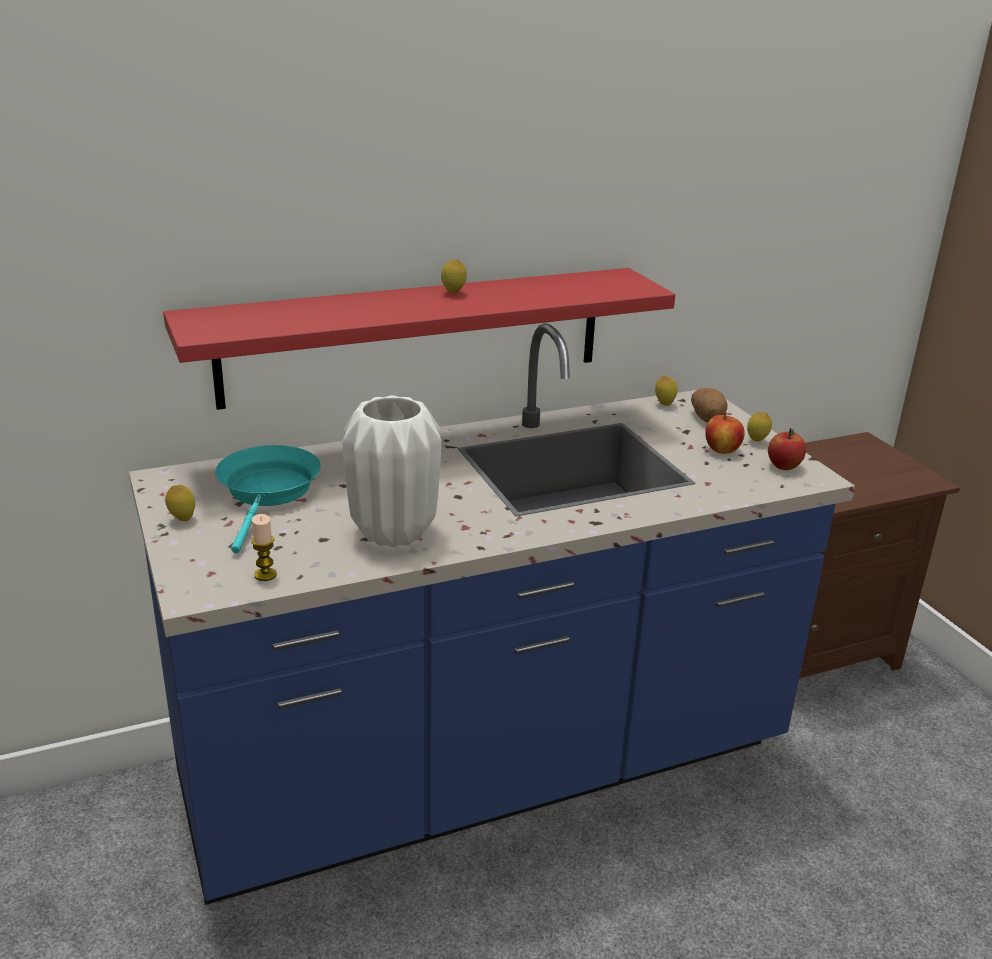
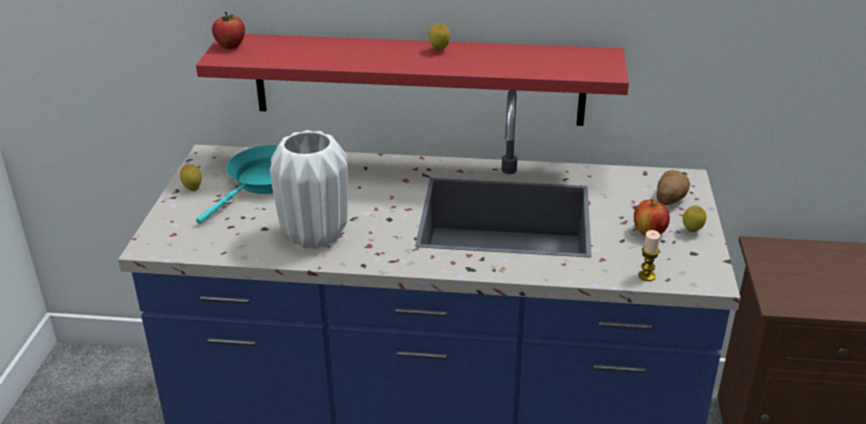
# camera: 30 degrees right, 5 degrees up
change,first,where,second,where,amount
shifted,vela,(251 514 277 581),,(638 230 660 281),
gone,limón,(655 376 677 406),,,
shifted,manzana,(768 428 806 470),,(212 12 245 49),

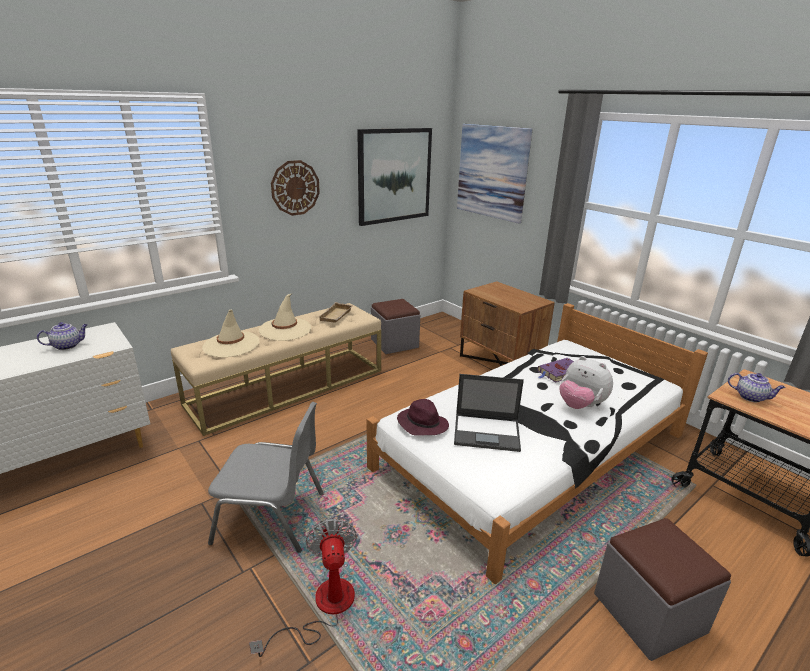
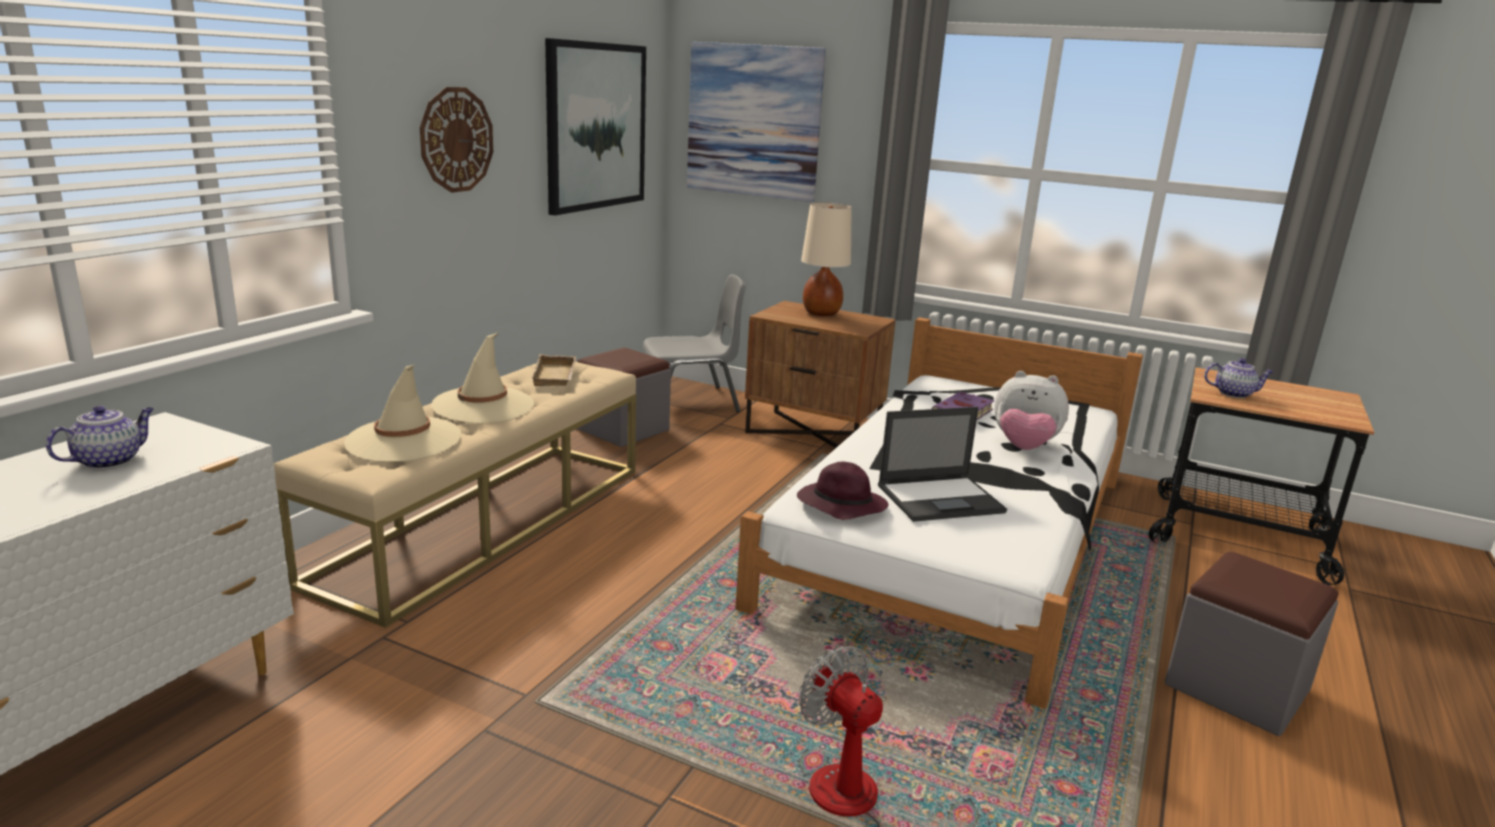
# camera: 25 degrees left, 5 degrees down
change,first,where,second,where,amount
shifted,silla [gris],(208 402 324 553),,(643 274 746 412),
new,,,lámpara de mesa [beis],(801 202 852 316),

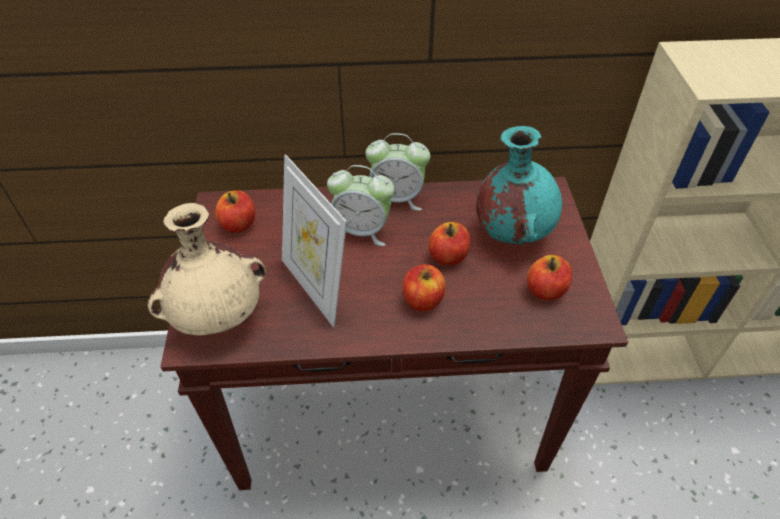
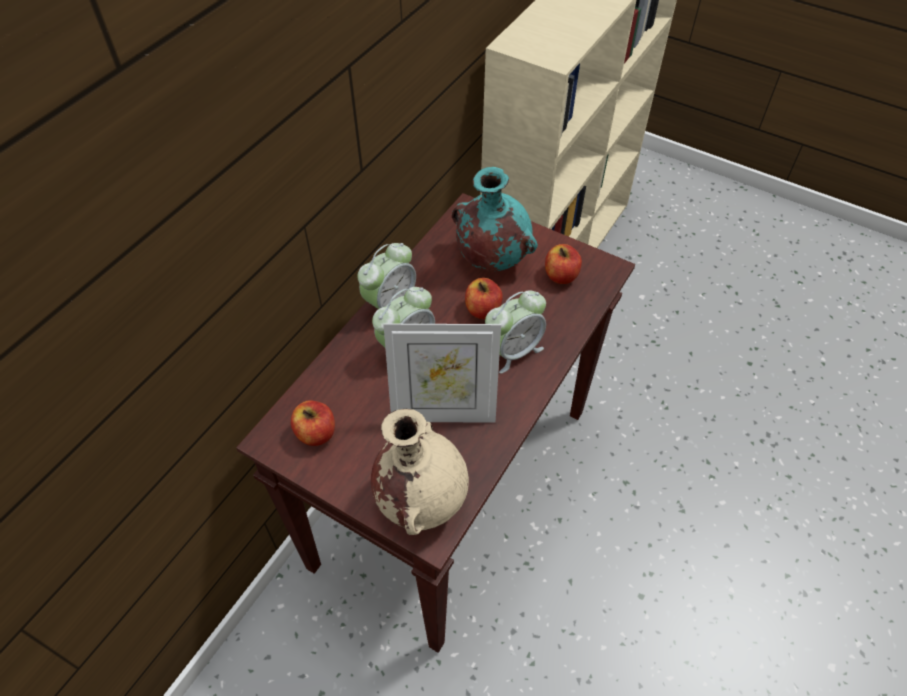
# camera: 55 degrees left, 5 degrees up
change,first,where,second,where,amount
swapped,manzana,(403 264 446 311),despertador,(485 290 546 373),

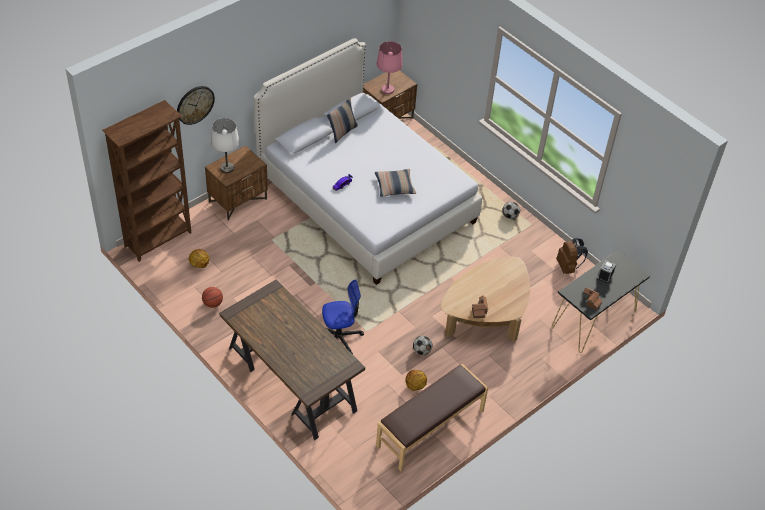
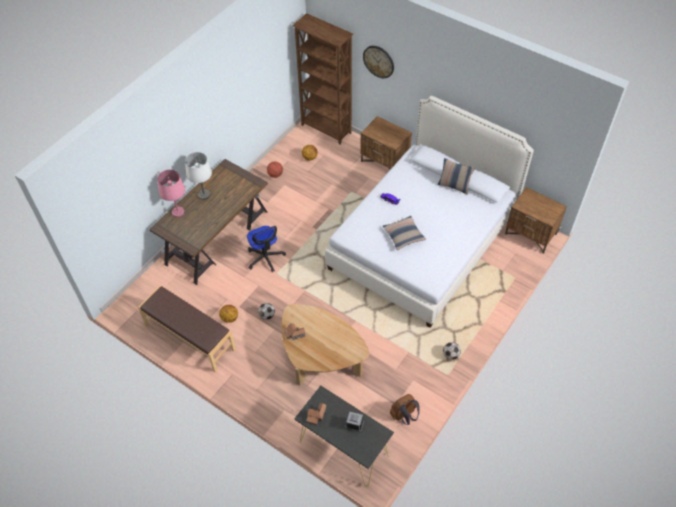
# camera: 80 degrees right, 5 degrees up
change,first,where,second,where,amount
shifted,lámpara de mesa [blanco],(211 118 239 173),,(185 152 212 200),
shifted,lámpara de mesa [rosa],(377 41 403 94),,(157 170 185 217),

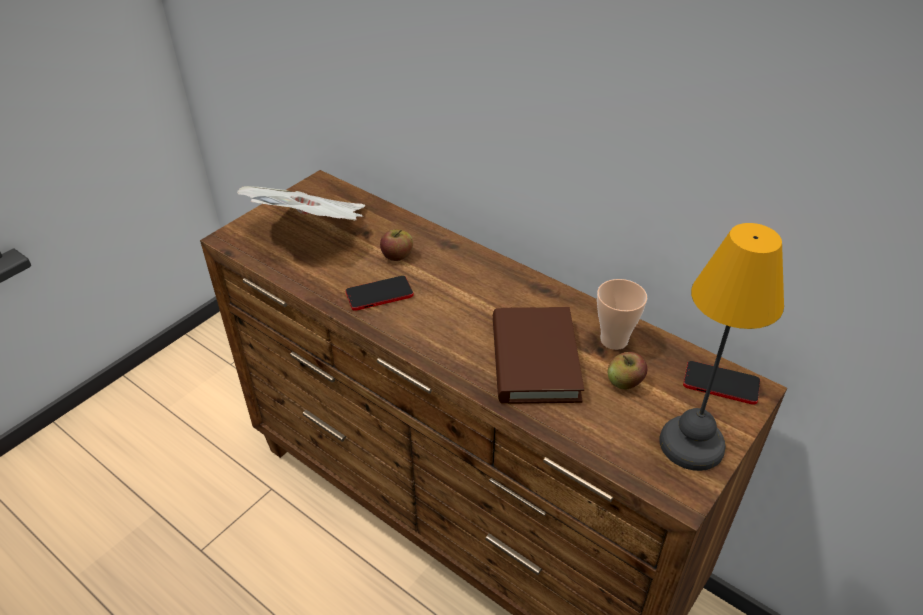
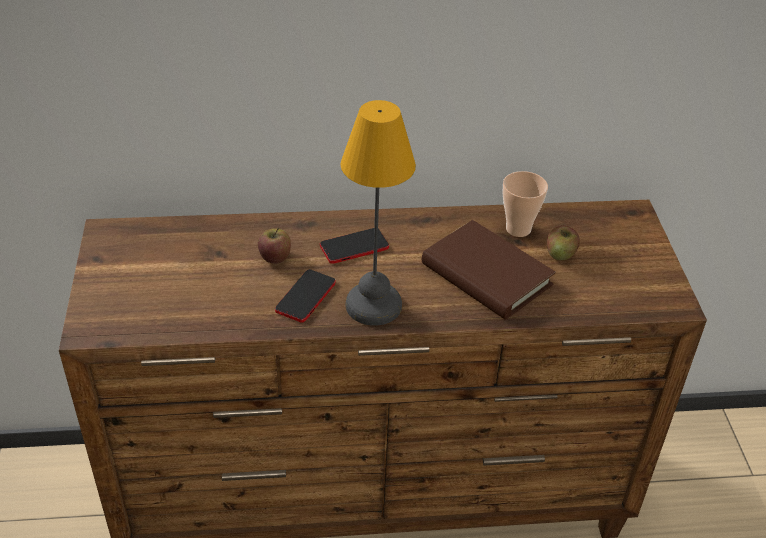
# camera: 45 degrees left, 0 degrees up
change,first,where,second,where,amount
gone,periódico,(237 186 366 220),,,
shifted,lámpara de mesa,(659 223 784 471),,(340 100 416 326),
shifted,móvil,(683 361 760 405),,(320 228 389 264),

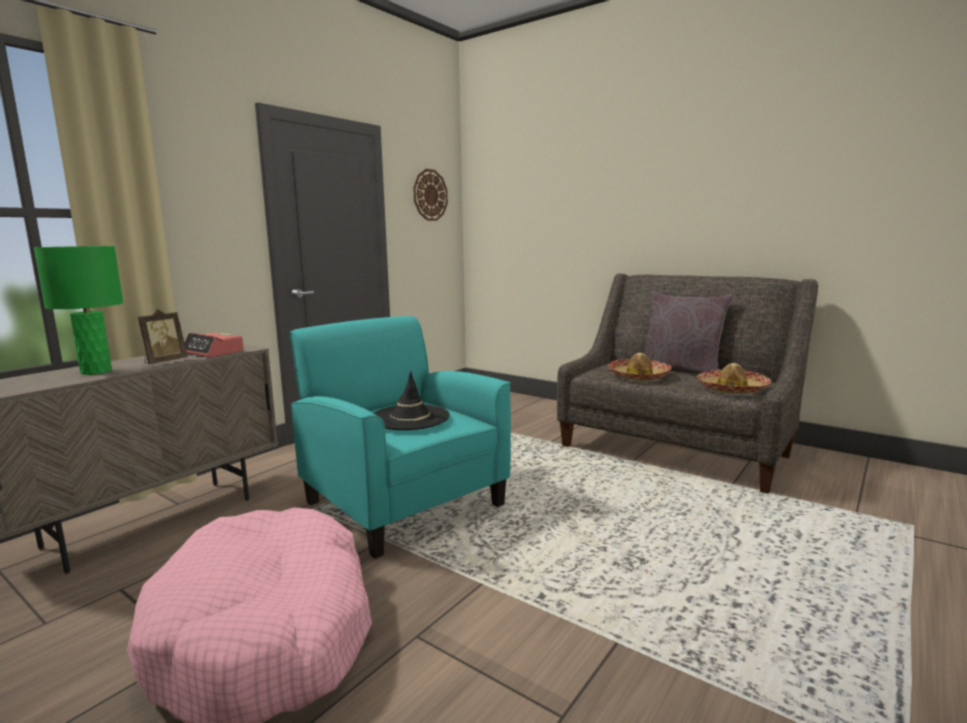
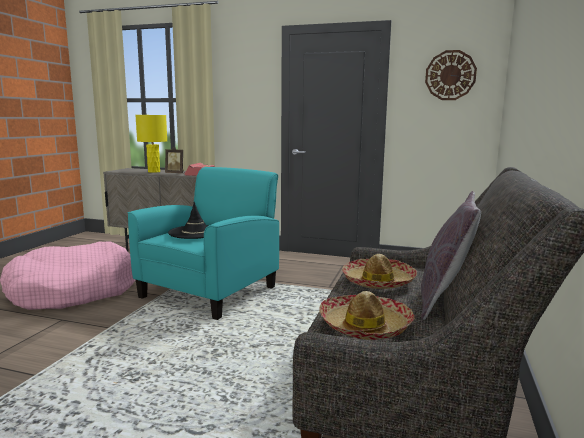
# camera: 70 degrees right, 0 degrees up
change,first,where,second,where,amount
repainted,lámpara de mesa [verde],(34 246 124 375),lámpara de mesa [amarillo],(135 115 167 173),

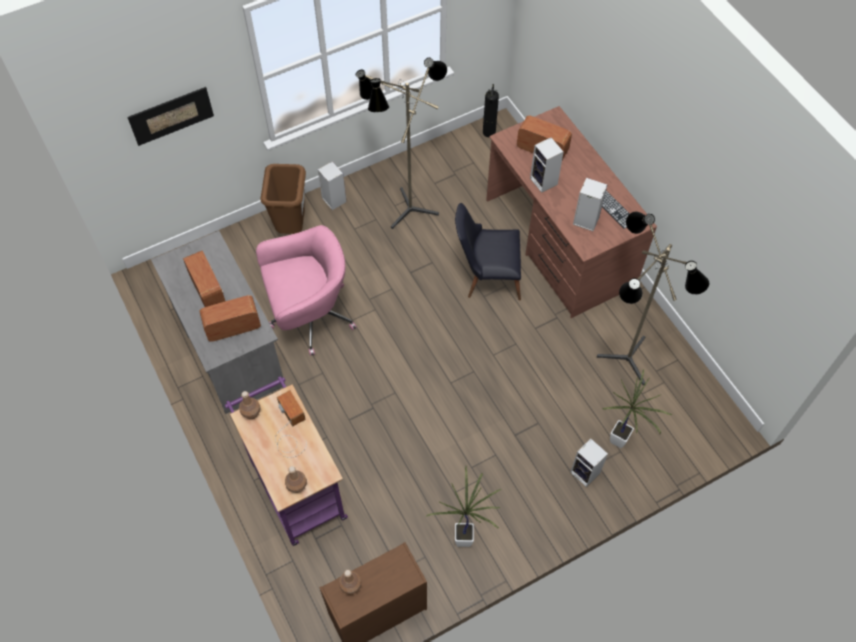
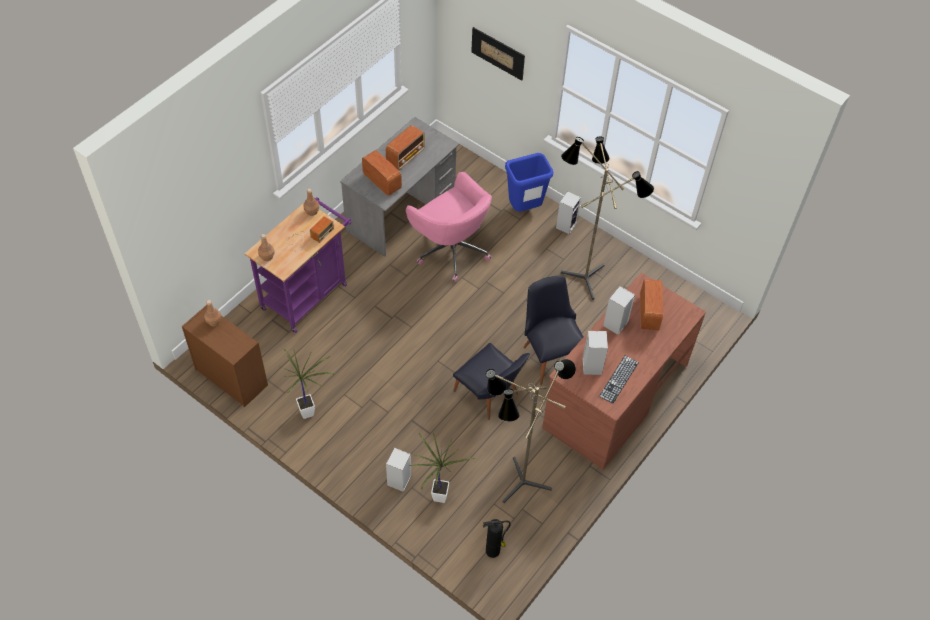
# camera: 65 degrees right, 5 degrees down
change,first,where,second,where,amount
repainted,papelera [marrón],(261 164 306 234),papelera [azul],(505 153 553 212),
shifted,extintor,(483 84 499 138),,(483 519 511 558),
new,,,silla [negro],(453 343 530 420),

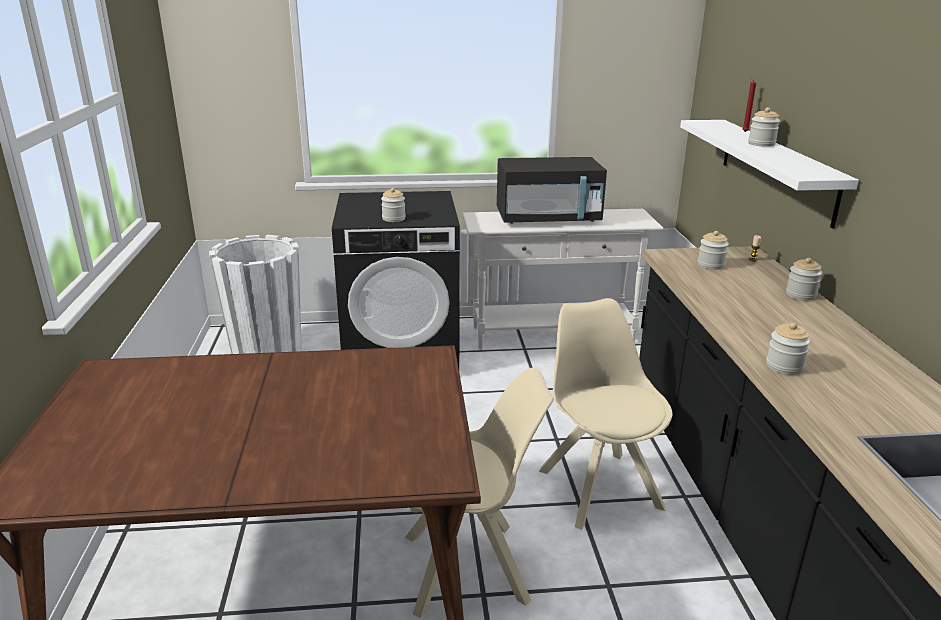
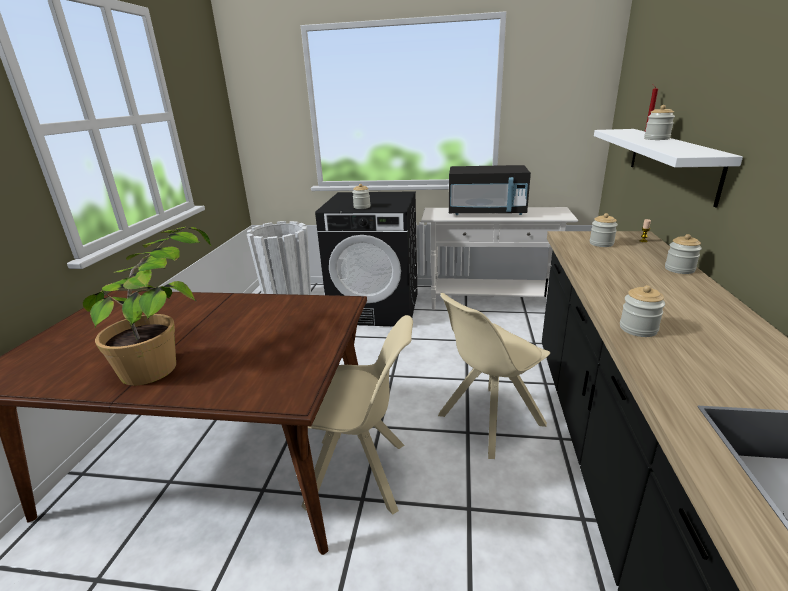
# camera: 15 degrees right, 0 degrees up
change,first,where,second,where,amount
rotated,silla [beis],(539 298 672 530),,(438 293 550 459),120 degrees counterclockwise
new,,,planta en maceta,(83 227 211 386),

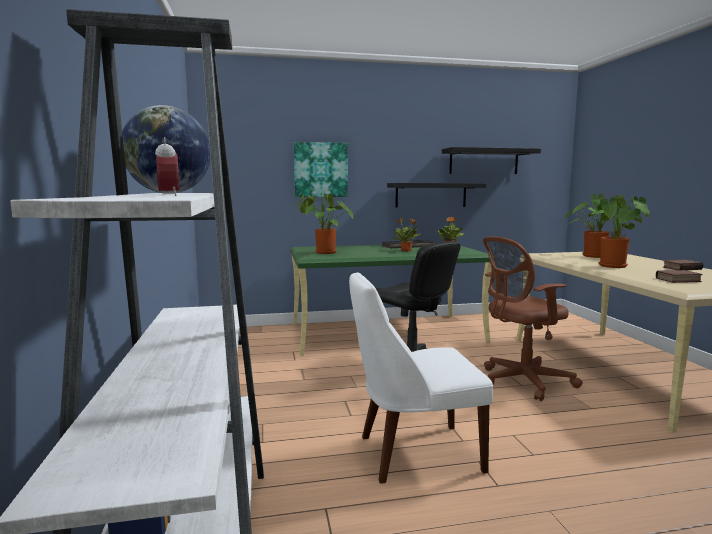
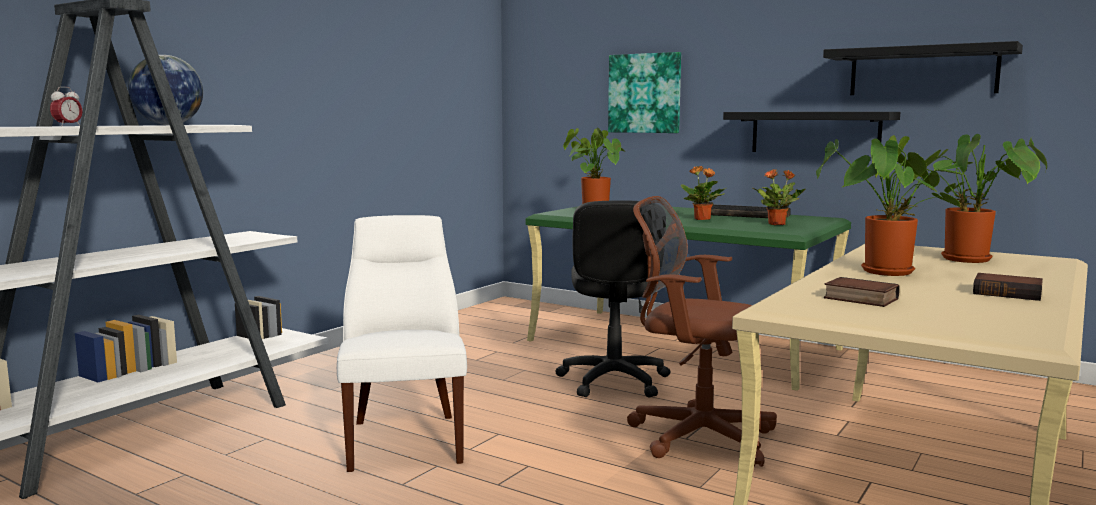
# camera: 45 degrees right, 0 degrees up
change,first,where,second,where,amount
rotated,silla [blanco],(349 272 493 483),,(337 215 467 472),45 degrees clockwise

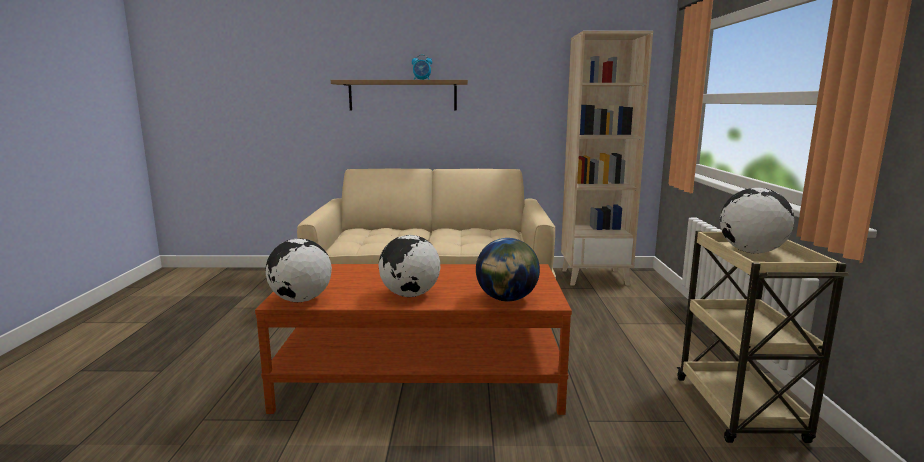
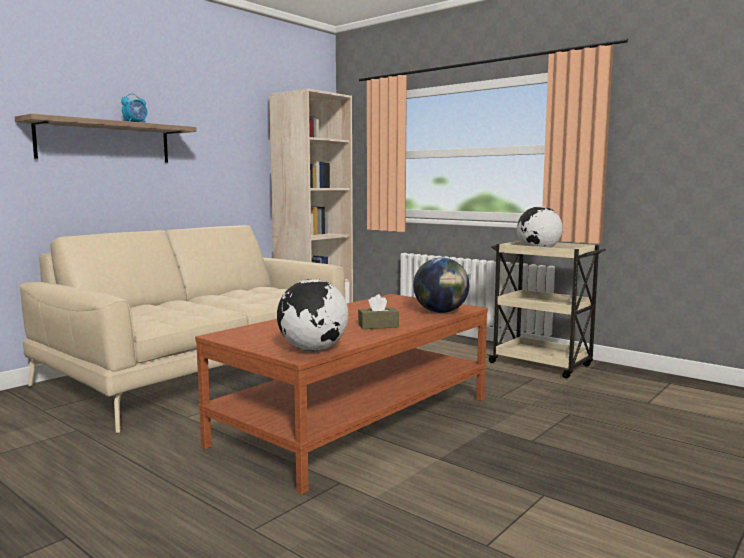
# camera: 50 degrees left, 5 degrees down
change,first,where,second,where,amount
swapped,globo terráqueo,(378 235 440 297),caja de pañuelos [marrón],(358 294 399 329),

